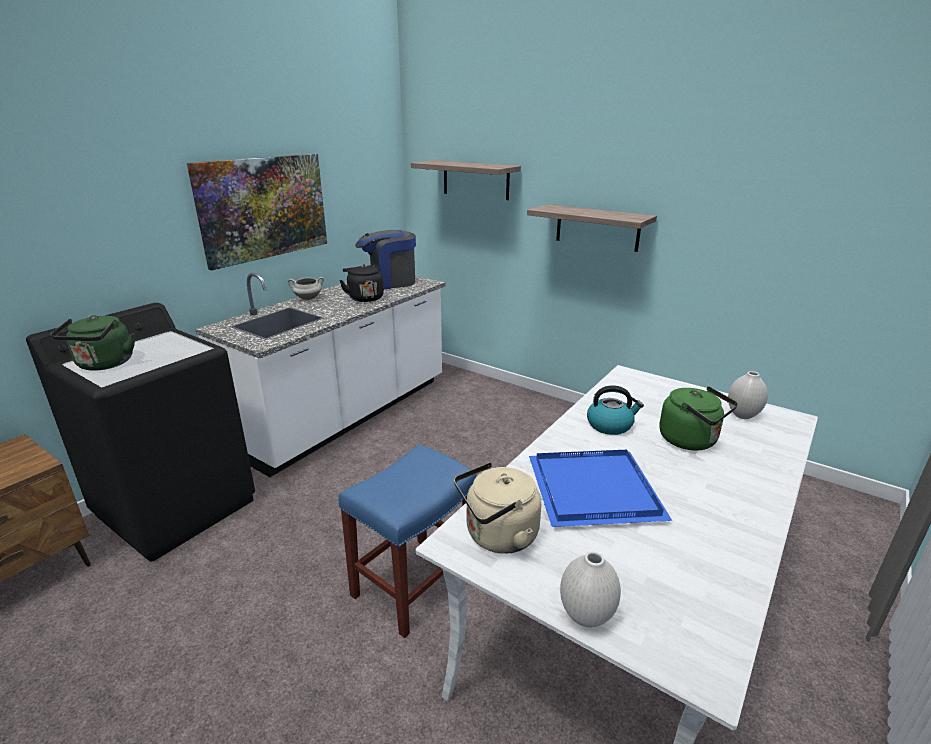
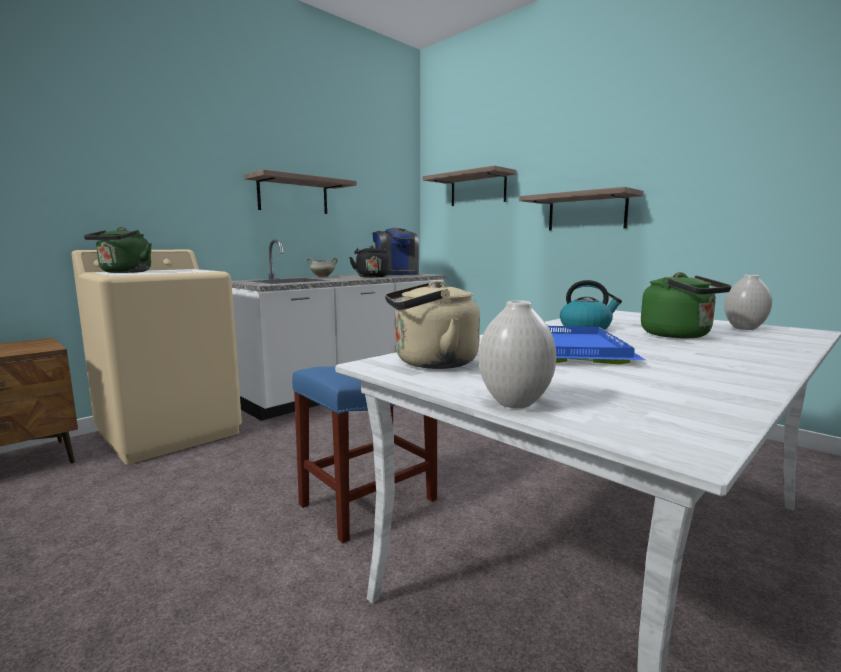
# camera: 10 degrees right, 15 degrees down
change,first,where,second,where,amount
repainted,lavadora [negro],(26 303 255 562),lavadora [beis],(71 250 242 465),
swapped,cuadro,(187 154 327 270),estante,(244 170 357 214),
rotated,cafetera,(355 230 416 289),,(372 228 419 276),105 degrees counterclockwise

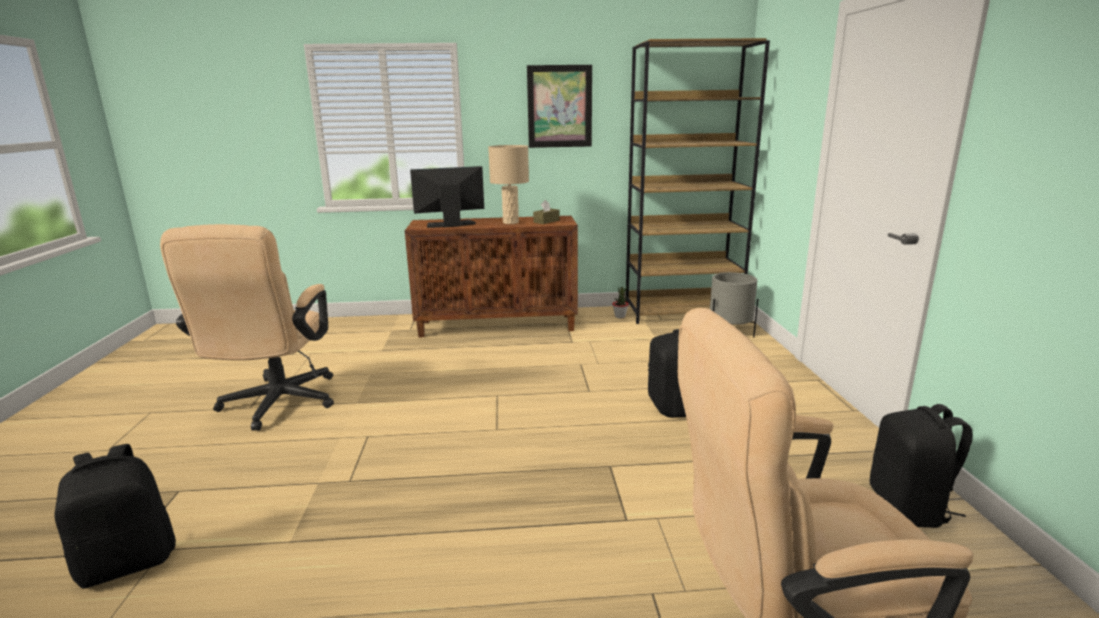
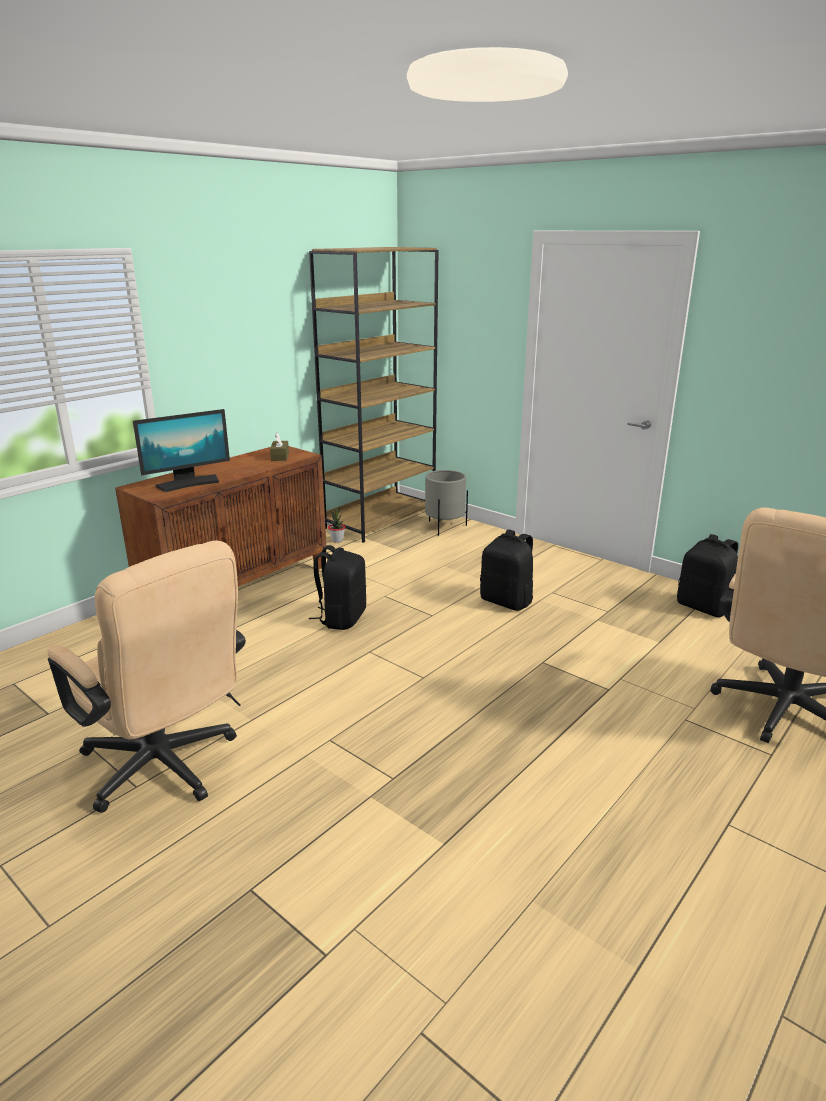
# camera: 45 degrees left, 5 degrees up
change,first,where,second,where,amount
shifted,mochila [negro],(54 444 176 589),,(309 545 366 630),
rotated,monitor,(410 166 484 228),,(133 409 230 492),150 degrees counterclockwise
gone,lámpara de mesa [beis],(488 145 529 224),,,
gone,cuadro,(527 65 592 148),,,

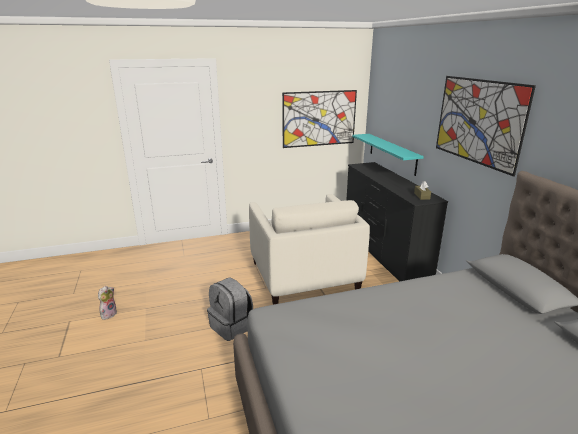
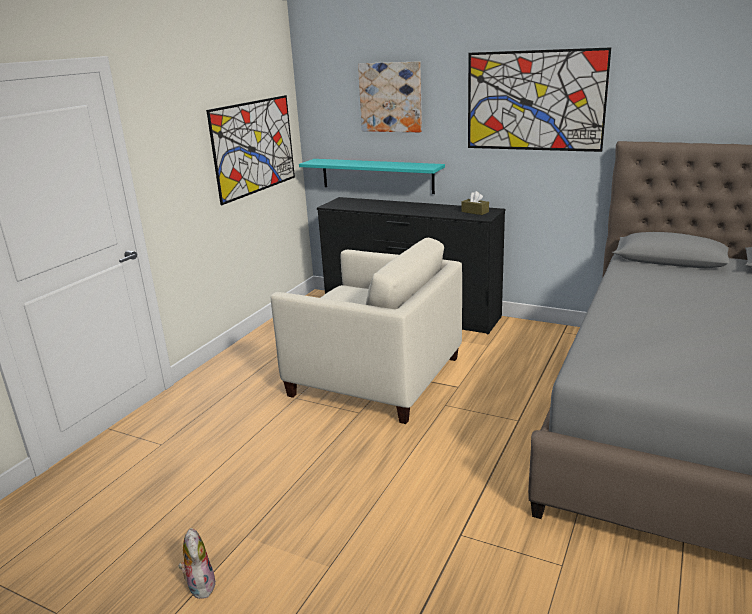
# camera: 45 degrees left, 0 degrees up
change,first,where,second,where,amount
gone,mochila [gris],(207 277 253 341),,,
new,,,cuadro,(358 61 422 132),

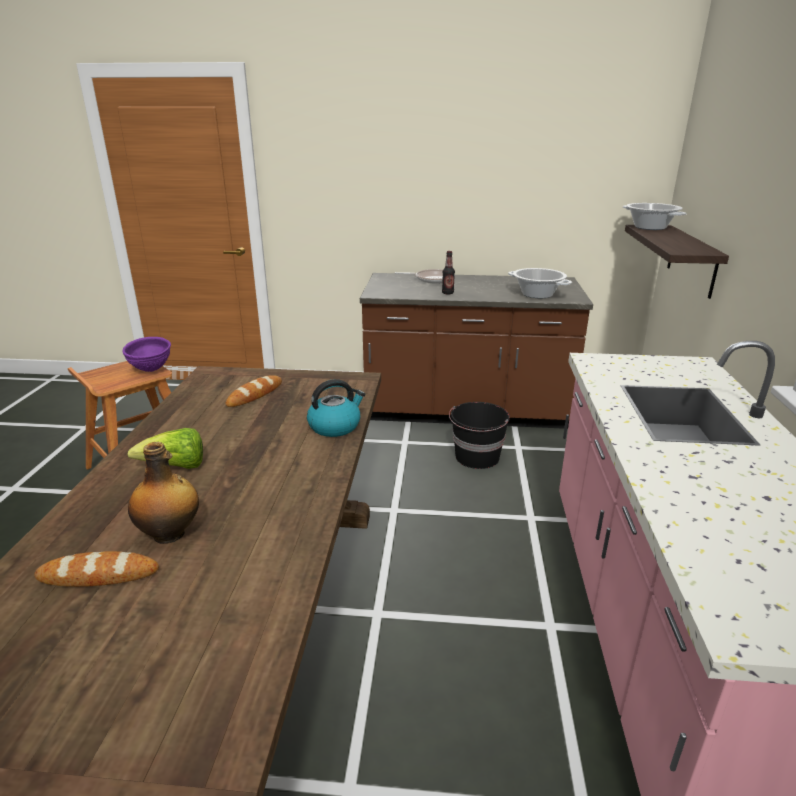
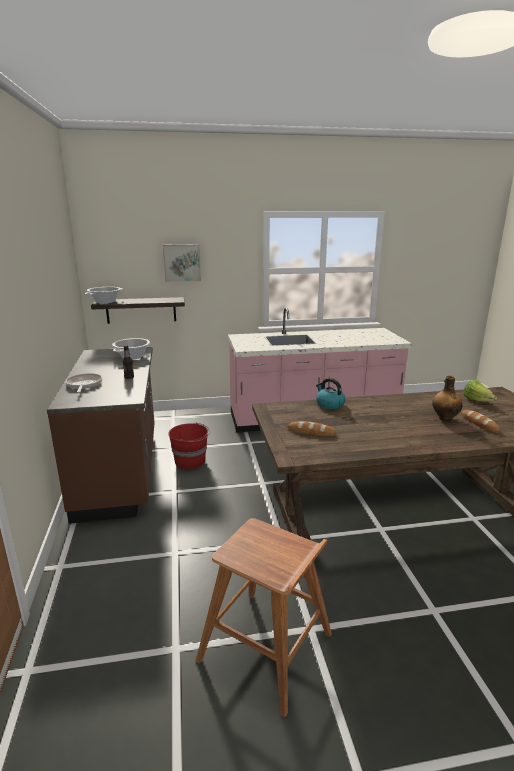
# camera: 105 degrees left, 5 degrees down
change,first,where,second,where,amount
gone,cuenco [morado],(123 337 171 372),,,
shifted,lechuga,(127 428 203 469),,(464 380 497 402),
repainted,cubo [negro],(449 402 510 469),cubo [rojo],(168 422 210 469),
new,,,cuadro,(163 244 201 282),

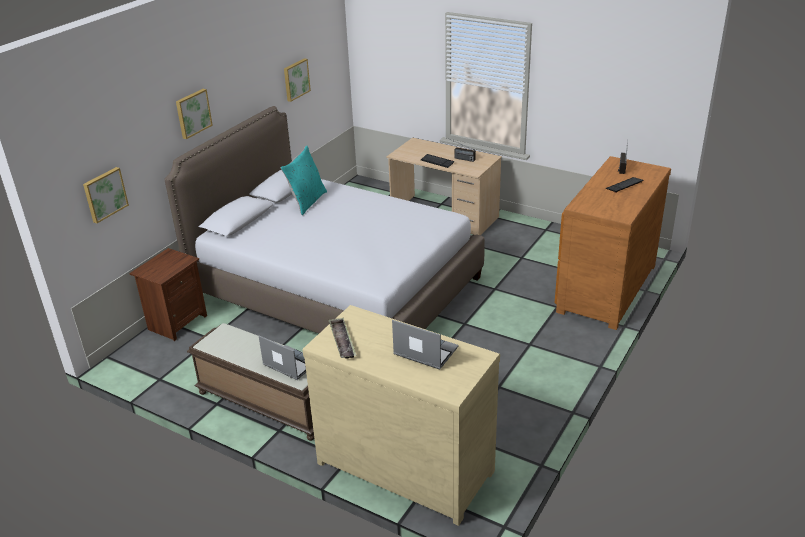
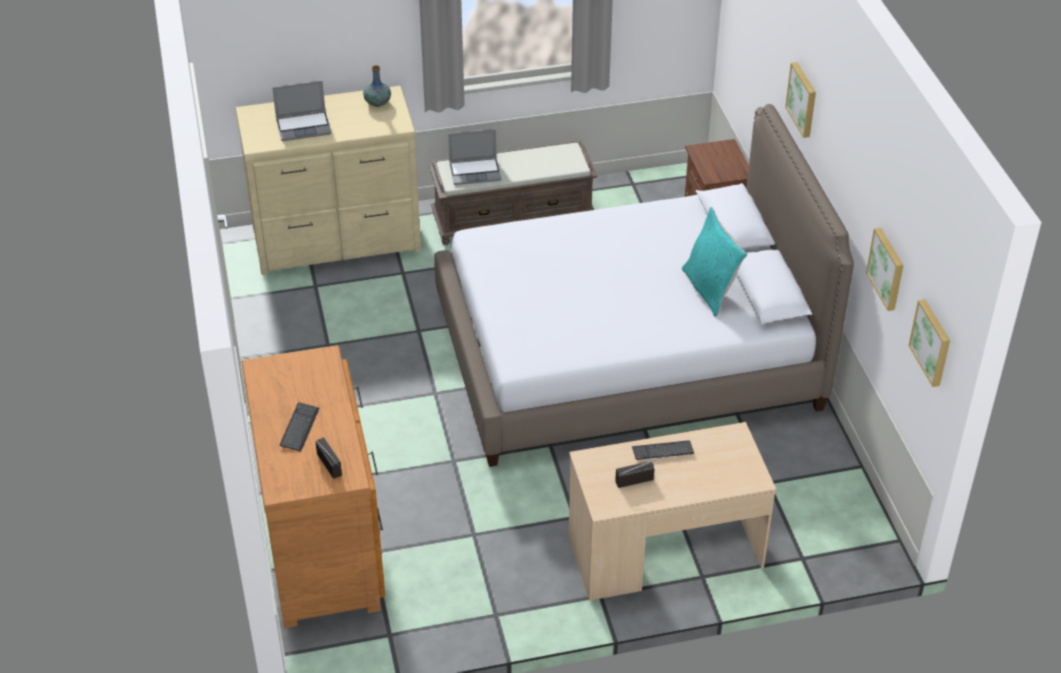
# camera: 135 degrees right, 10 degrees up
change,first,where,second,where,amount
shifted,cuadro,(83 167 129 223),,(909 299 950 387),
swapped,bandeja,(329 318 357 359),florero,(363 65 391 107),

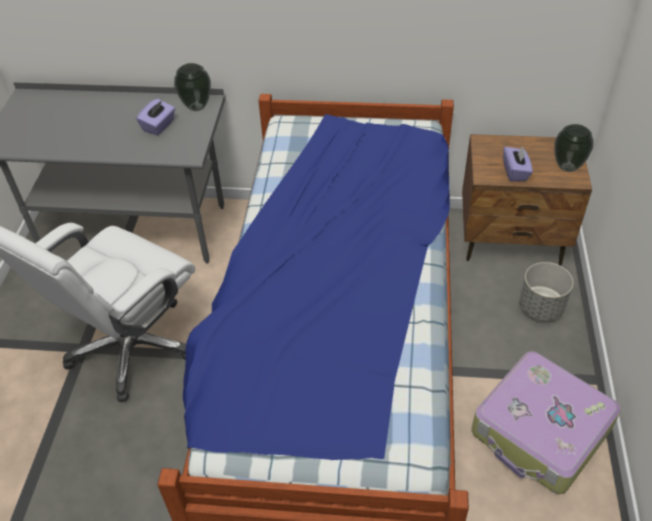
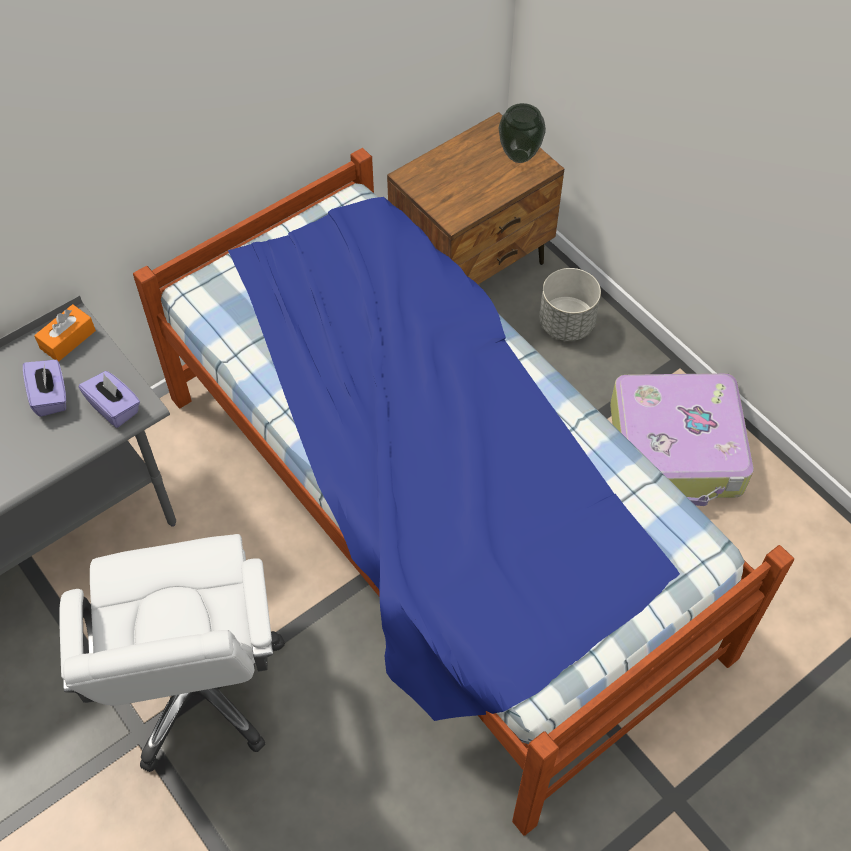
# camera: 45 degrees left, 10 degrees up
change,first,where,second,where,amount
swapped,florero,(174 63 211 111),caja de pañuelos [naranja],(34 304 96 362),
shifted,caja de pañuelos [morado],(503 146 533 182),,(79 371 140 428),

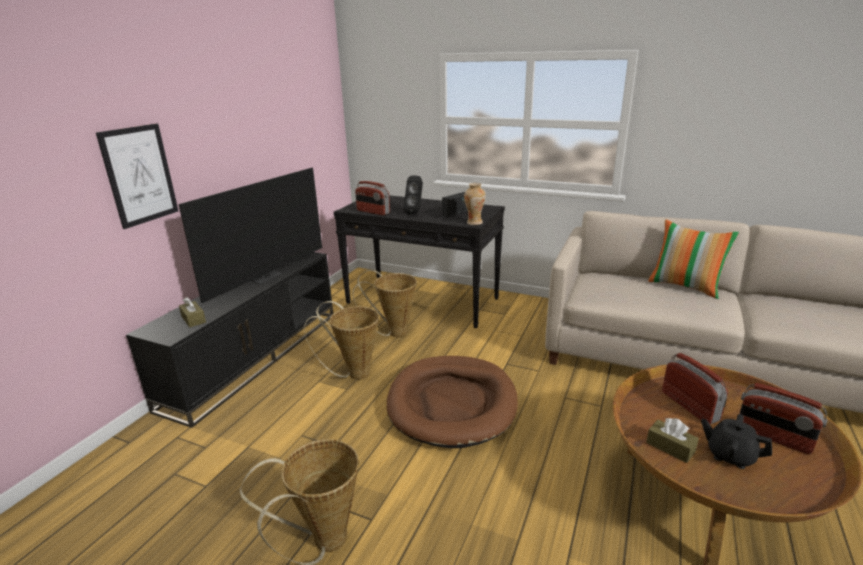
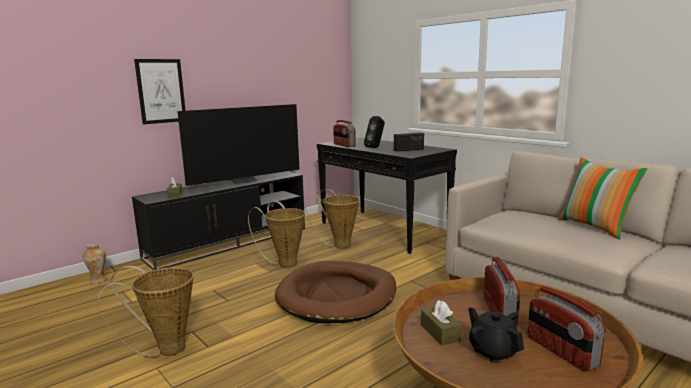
# camera: 25 degrees right, 10 degrees down
change,first,where,second,where,amount
shifted,florero,(464 183 486 225),,(83 243 107 284),

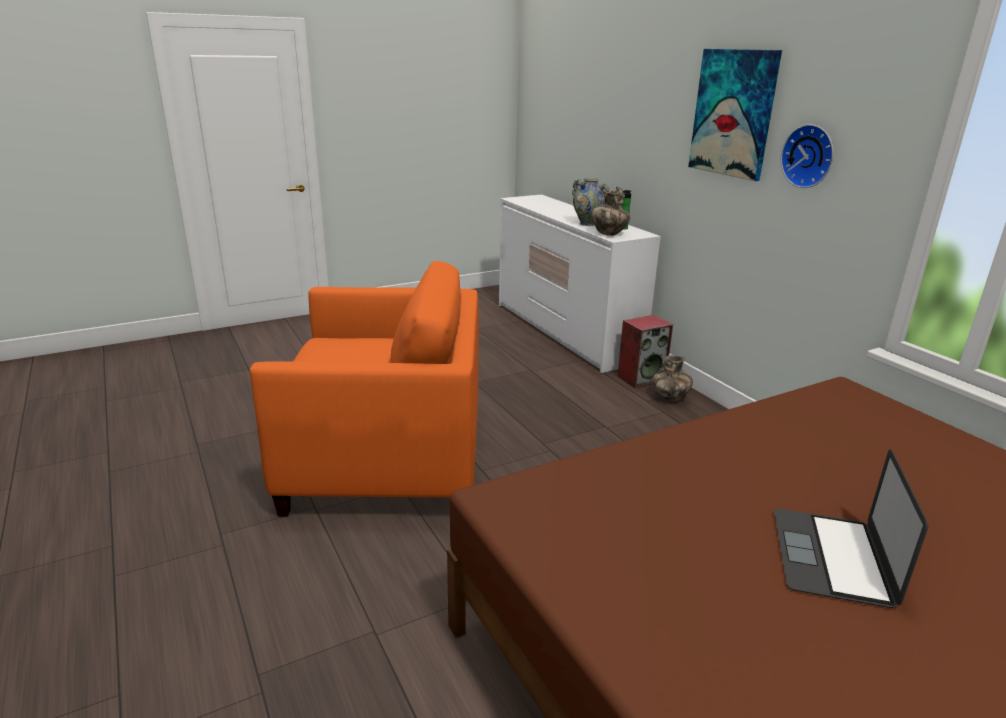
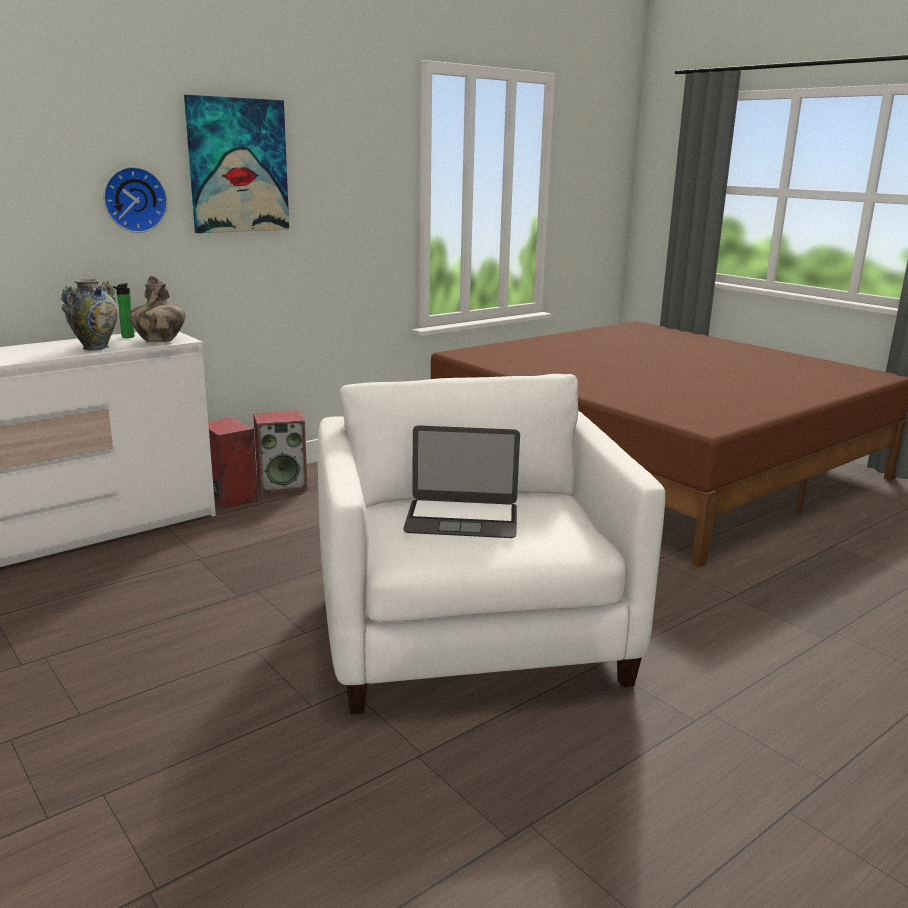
# camera: 100 degrees left, 5 degrees down
change,first,where,second,where,amount
repainted,sillón [naranja],(250 261 479 517),sillón [blanco],(318 374 665 714),
swapped,florero,(652 355 693 402),altavoz,(253 410 308 494),
shifted,portátil,(774 449 929 608),,(403 425 520 538),
shifted,reloj de pared,(781 124 834 188),,(103 167 168 233),

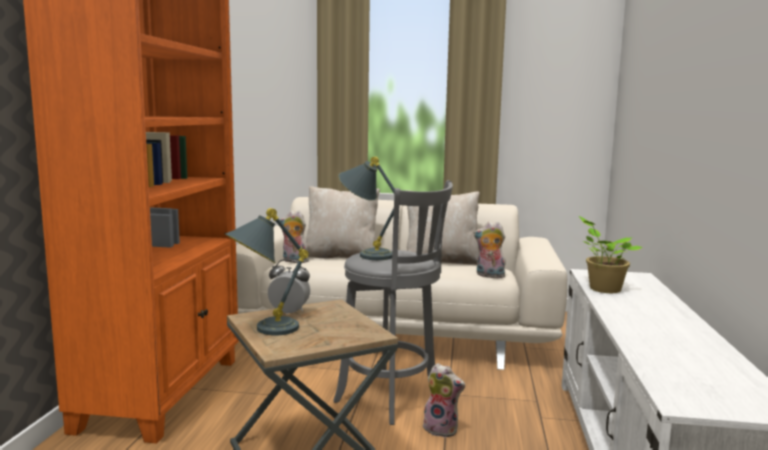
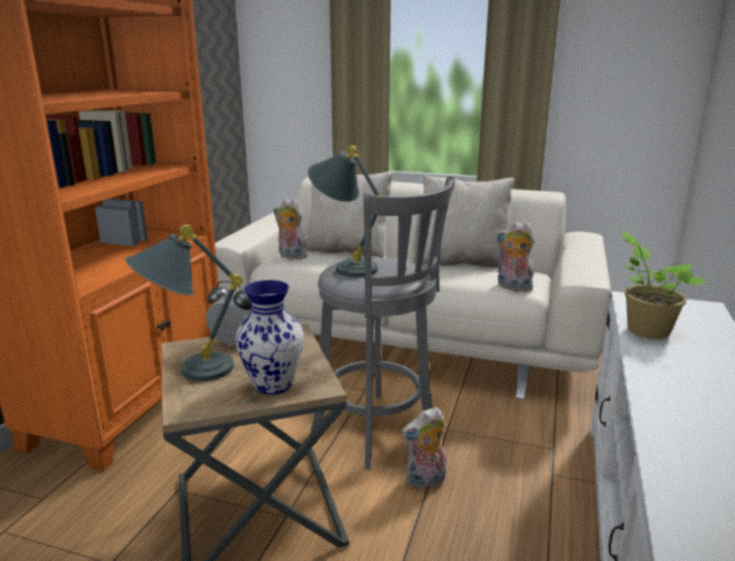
# camera: 10 degrees right, 10 degrees up
change,first,where,second,where,amount
rotated,peluche,(421 363 465 438),,(401 407 446 489),120 degrees clockwise
new,,,florero,(235 280 304 395),

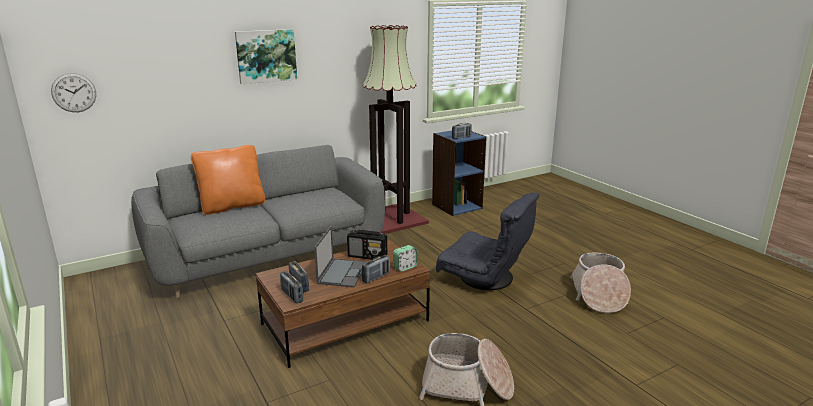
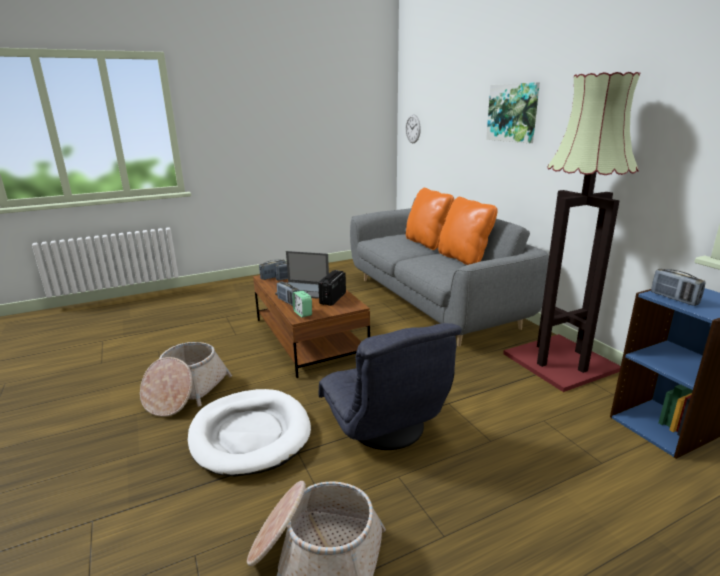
# camera: 95 degrees right, 0 degrees up
change,first,where,second,where,amount
rotated,sillón [gris],(436 193 540 290),,(318 323 462 450),60 degrees counterclockwise
new,,,cama para perro [blanco],(188 389 311 476),
new,,,cojín [naranja],(438 197 498 265),

